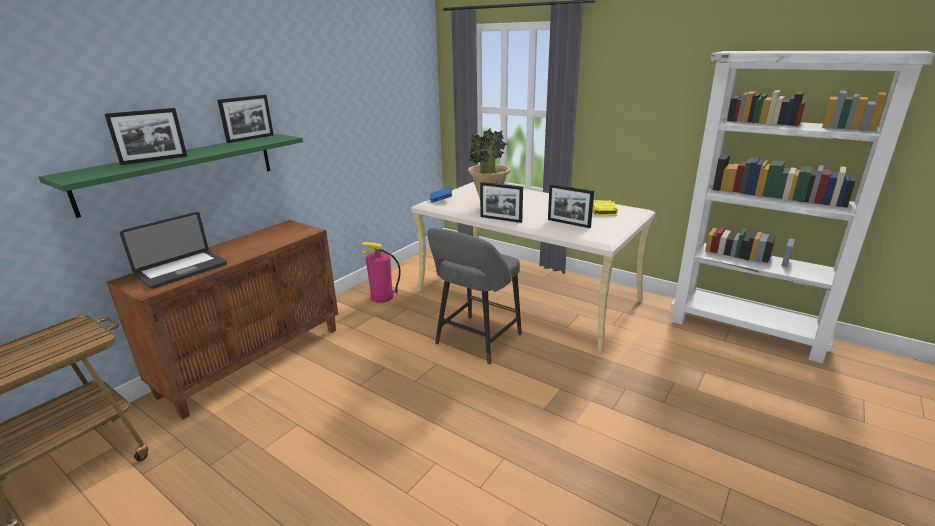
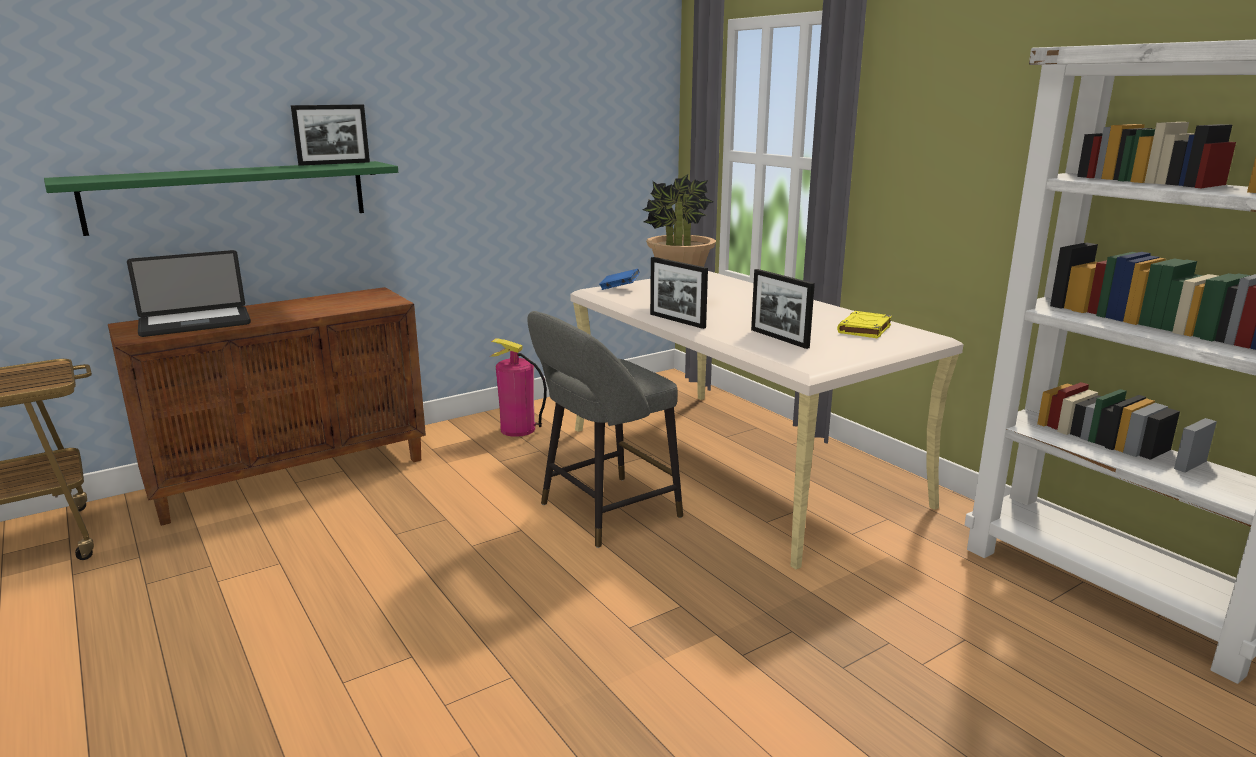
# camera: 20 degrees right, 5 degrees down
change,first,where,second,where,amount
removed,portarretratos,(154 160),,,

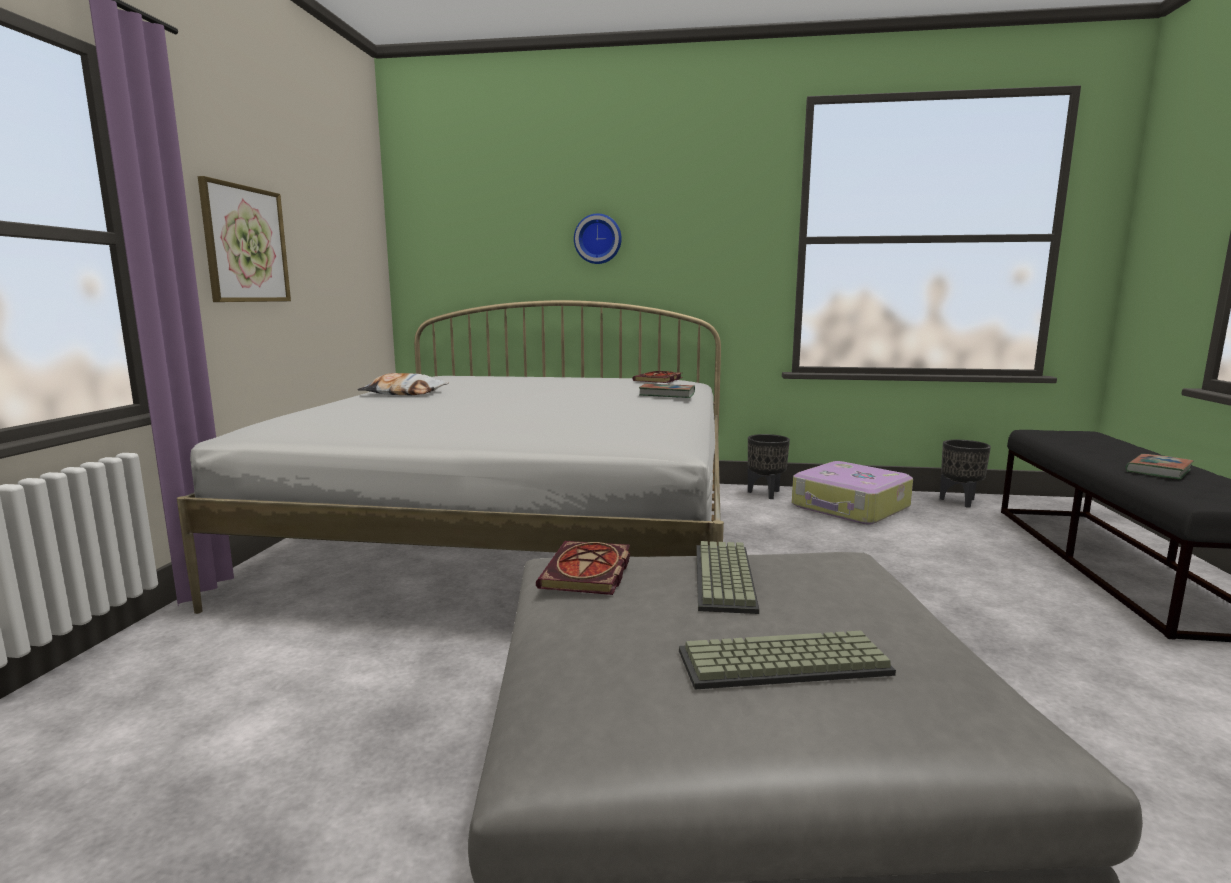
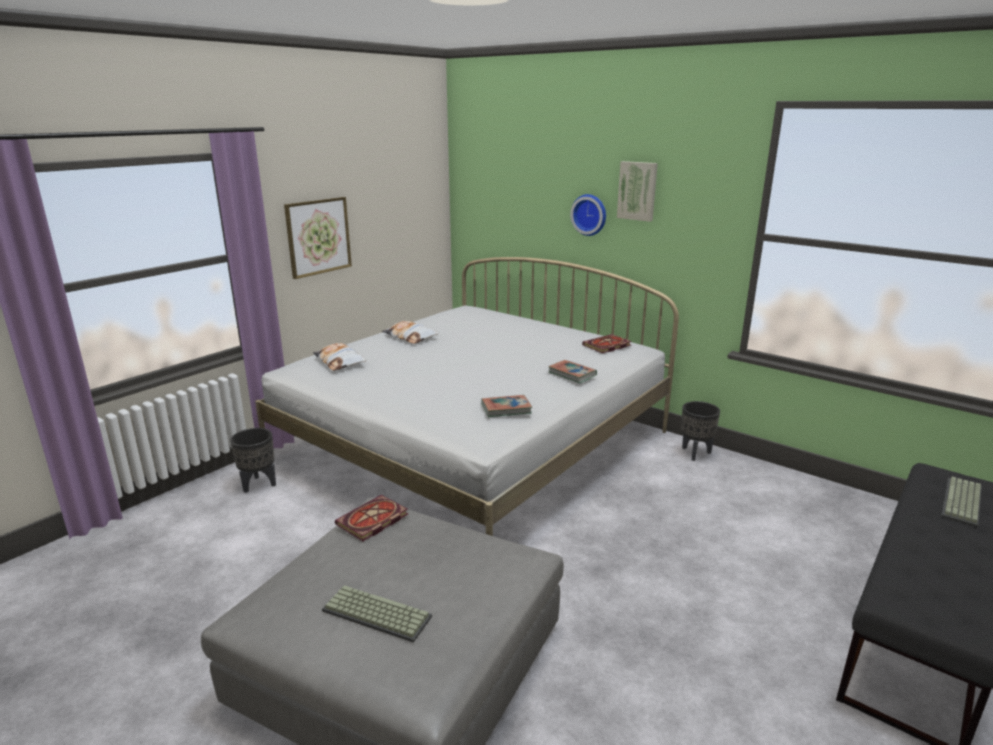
# camera: 30 degrees right, 10 degrees up
change,first,where,second,where,amount
moved,maceta/negro,(960 501),,(259 484),
moved,libro,(1158 471),,(506 409),
removed,maleta,(850 507),,,
moved,teclado,(727 578),,(963 503),
added,,,cuadro,(637 191),
added,,,cojín,(339 361),

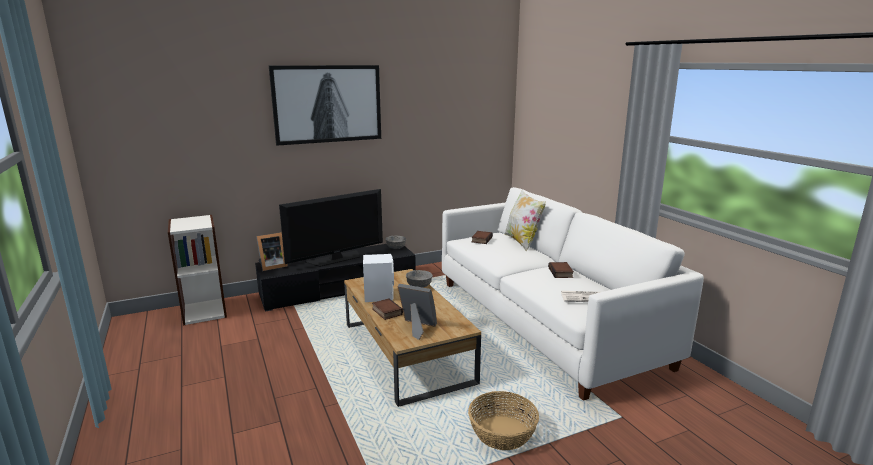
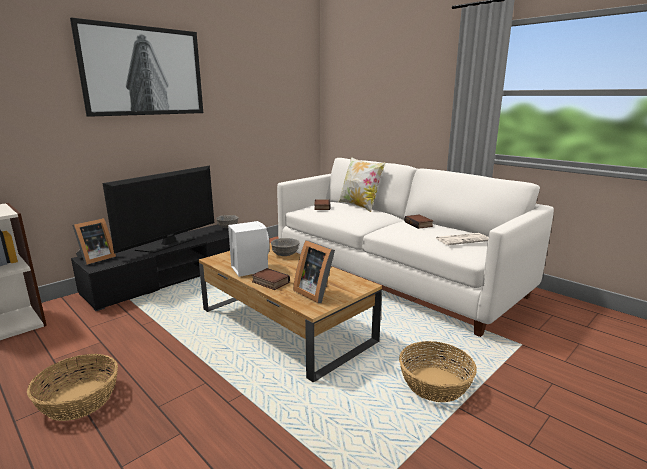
# camera: 20 degrees left, 0 degrees up
change,first,where,second,where,amount
turned,portarretratos,(417 328),,(316 292),135 degrees counterclockwise
added,,,cesta,(78 400),

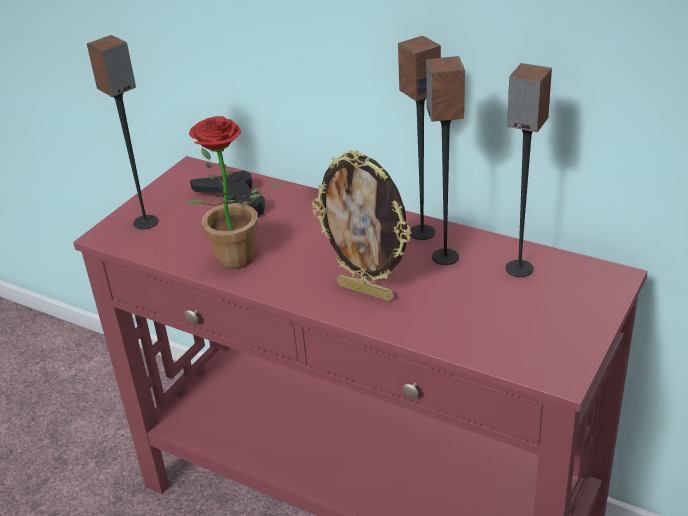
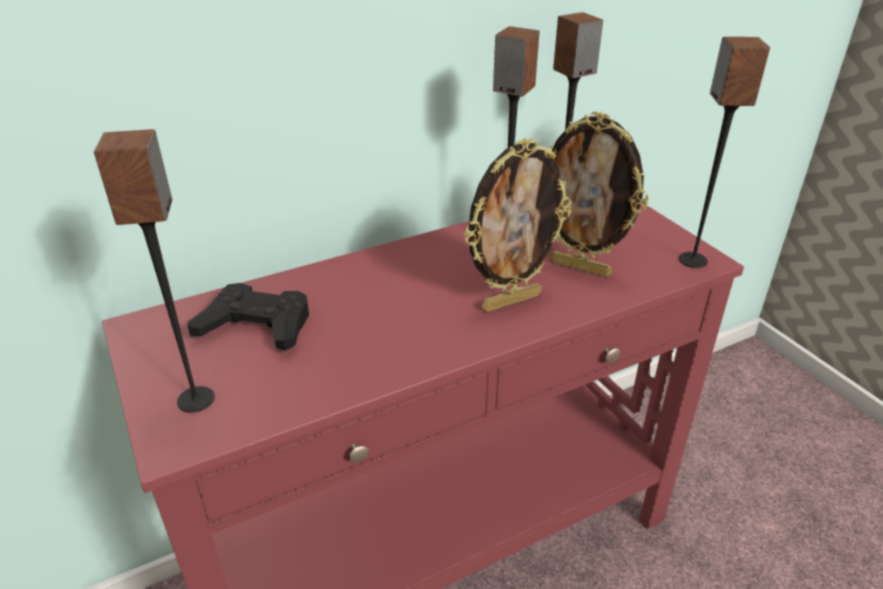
# camera: 60 degrees left, 0 degrees up
change,first,where,second,where,amount
moved,altavoz,(422 232),,(692 260),
removed,planta en maceta,(235 263),,,
added,,,portarretratos,(580 267),

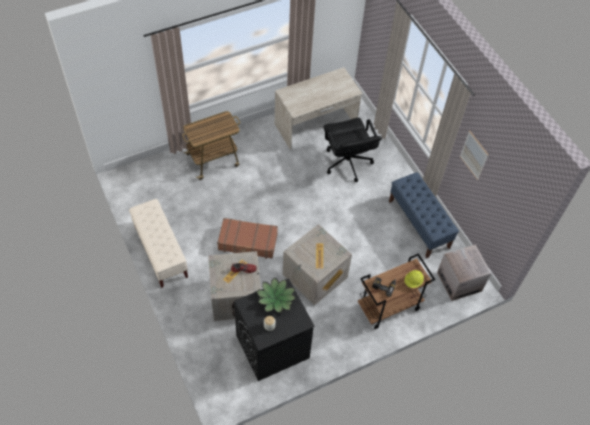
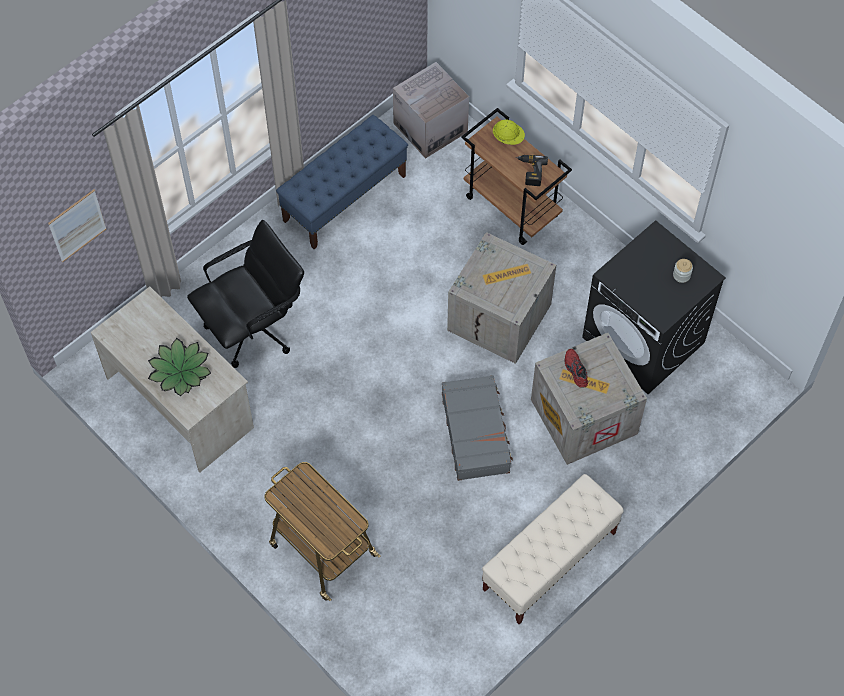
# camera: 105 degrees left, 5 degrees up
change,first,where,second,where,amount
moved,cuadro,(474 155),,(77 225),
recoloured,maleta/marrón,(248 242),maleta/gris,(476 432),
moved,planta en maceta,(276 298),,(180 371),

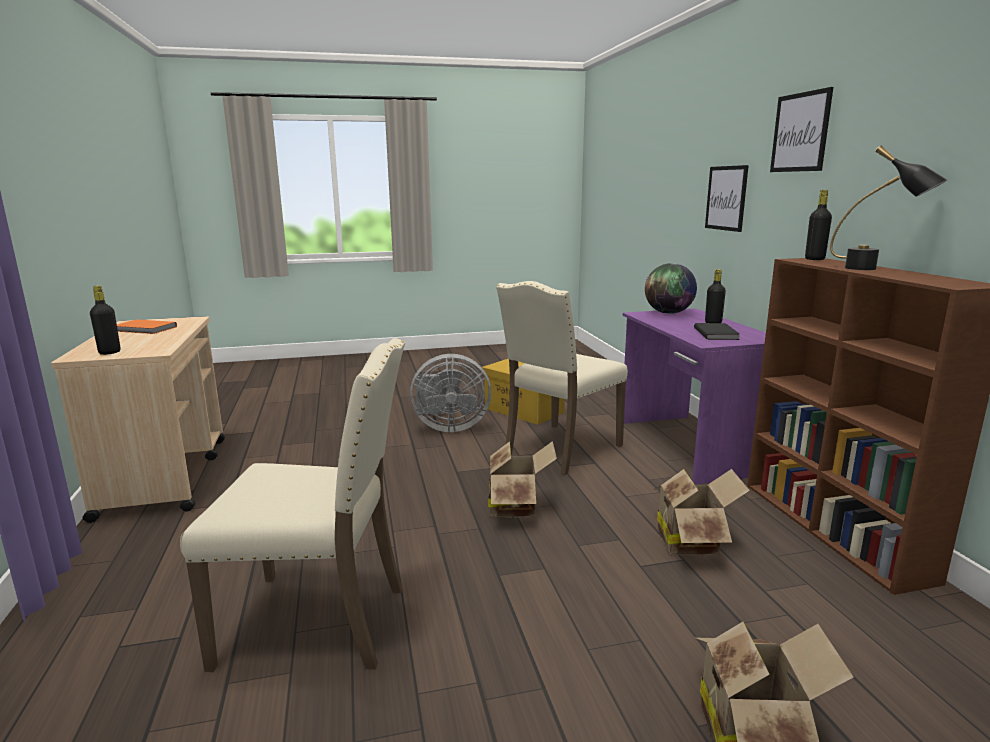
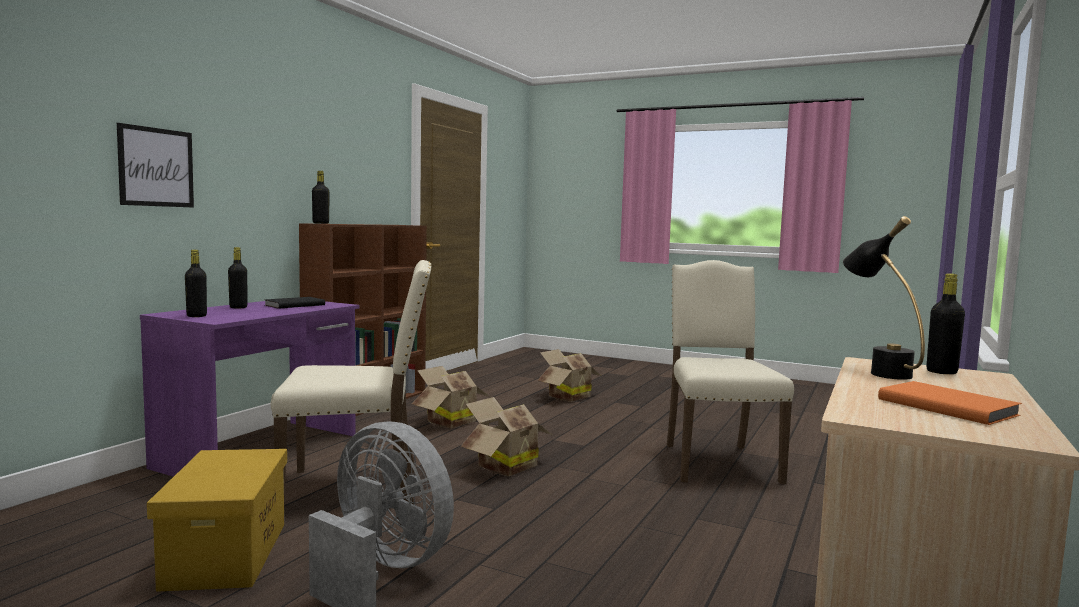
# camera: 140 degrees left, 10 degrees down
change,first,where,second,where,amount
removed,cuadro,(800 132),,,
moved,lámpara de mesa/negro,(876 269),,(879 371),
replaced,globo terráqueo,(668 313),botella/negro,(196 316),
turned,silla/beis,(319 622),,(717 461),45 degrees clockwise

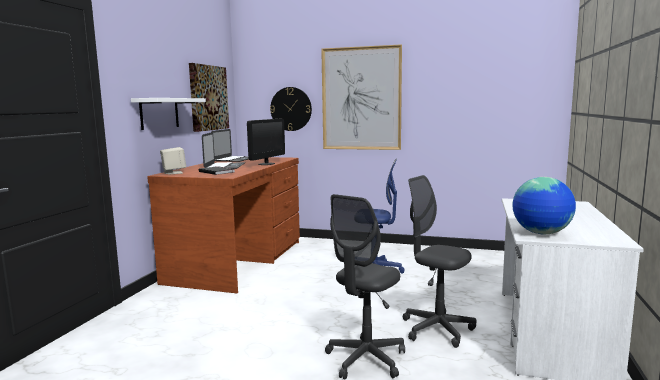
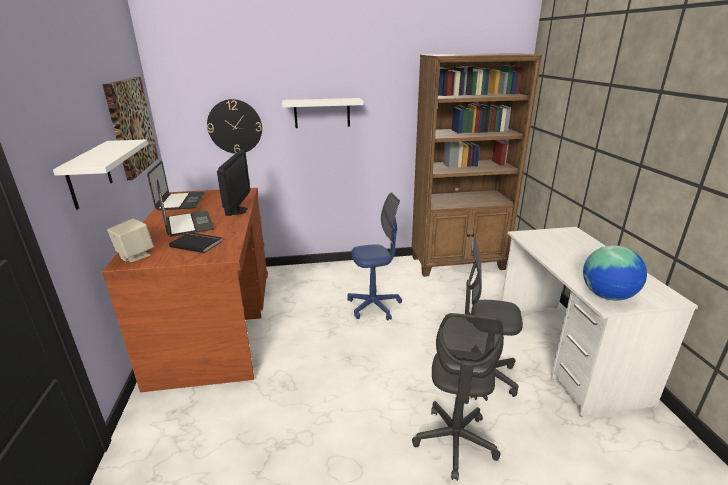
# camera: 25 degrees left, 15 degrees up
change,first,where,second,where,amount
replaced,cuadro,(361 99),estante/blanco,(322 113),
added,,,estantería/marrón,(458 263),

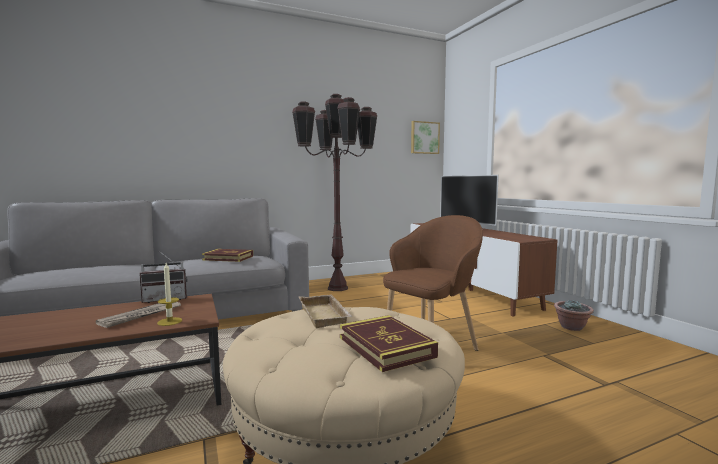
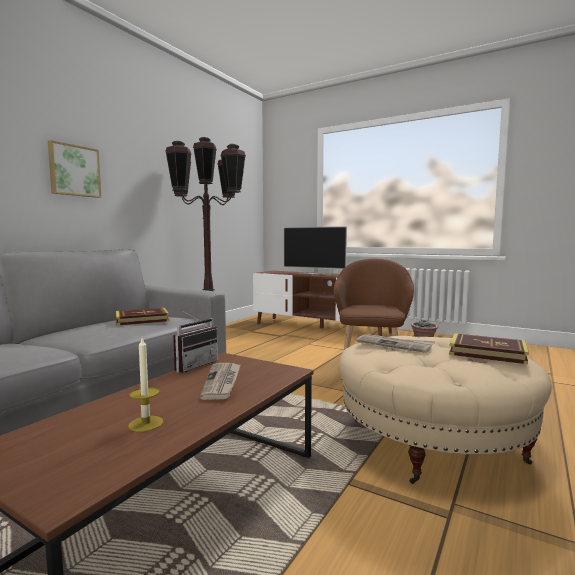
# camera: 35 degrees left, 0 degrees up
change,first,where,second,where,amount
moved,cuadro,(424 138),,(74 171),
moved,vela,(169 321),,(146 423),
replaced,bandeja/beis,(326 315),periódico,(394 345),

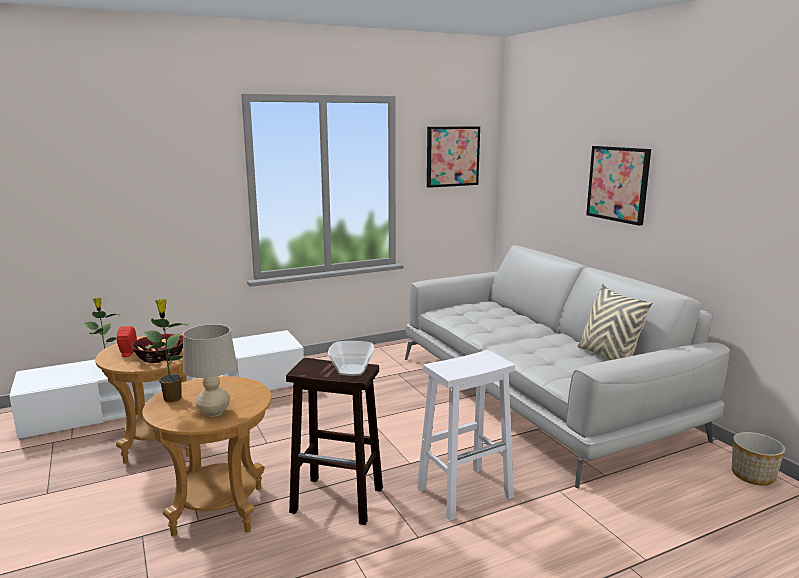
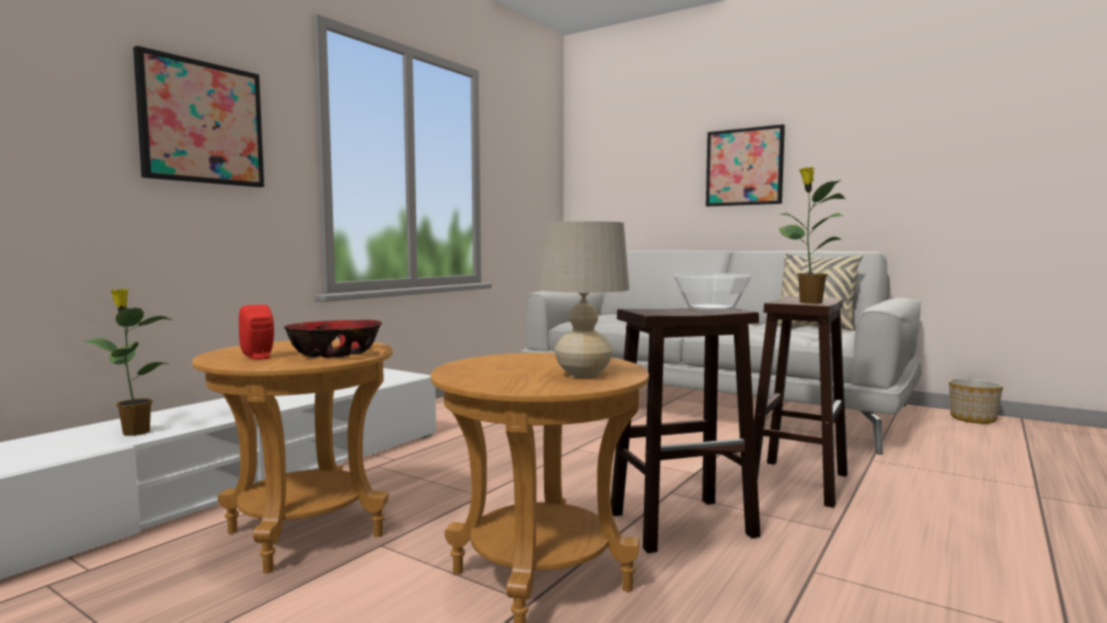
# camera: 30 degrees left, 10 degrees down
change,first,where,second,where,amount
moved,cuadro,(452 156),,(201 123),
moved,planta en maceta,(172 398),,(809 302),
recoloured,taburete/blanco,(465 492),taburete/marrón,(798 481),

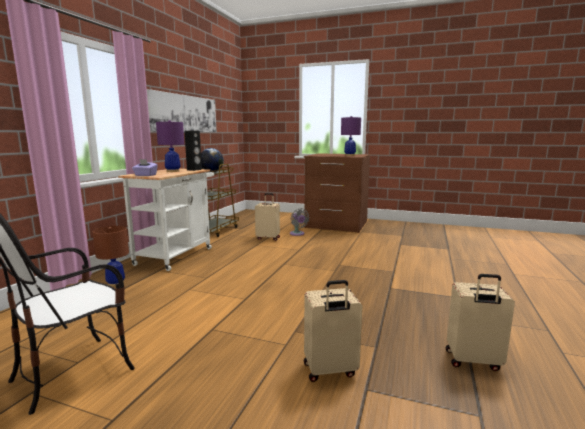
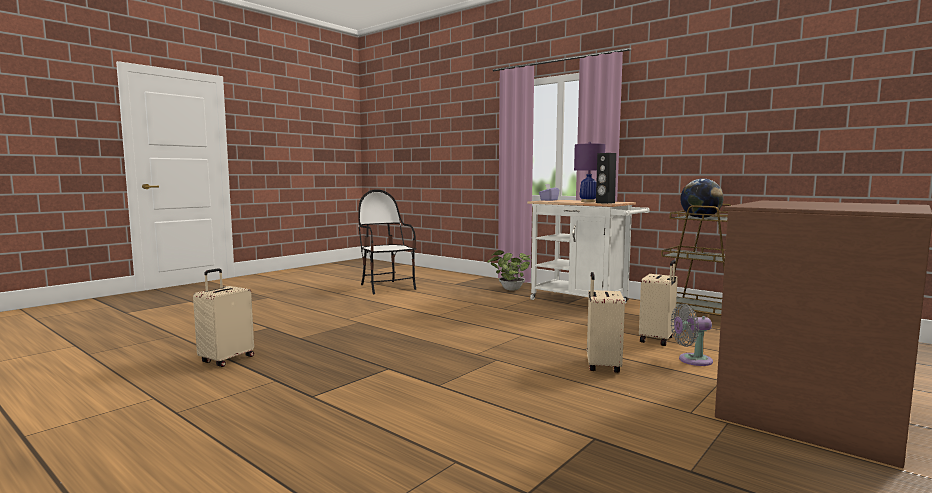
# camera: 110 degrees right, 5 degrees down
change,first,where,second,where,amount
removed,cuadro,(185 113),,,
removed,lámpara de mesa/morado,(349 155),,,
replaced,lámpara de mesa/marrón,(116 283),planta en maceta,(509 289),
moved,maleta/beis,(330 370),,(601 366),

